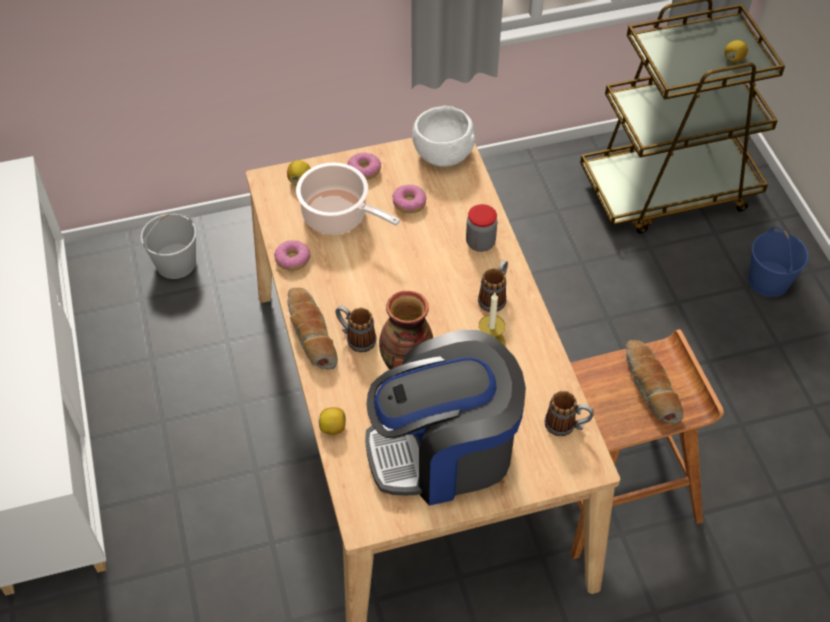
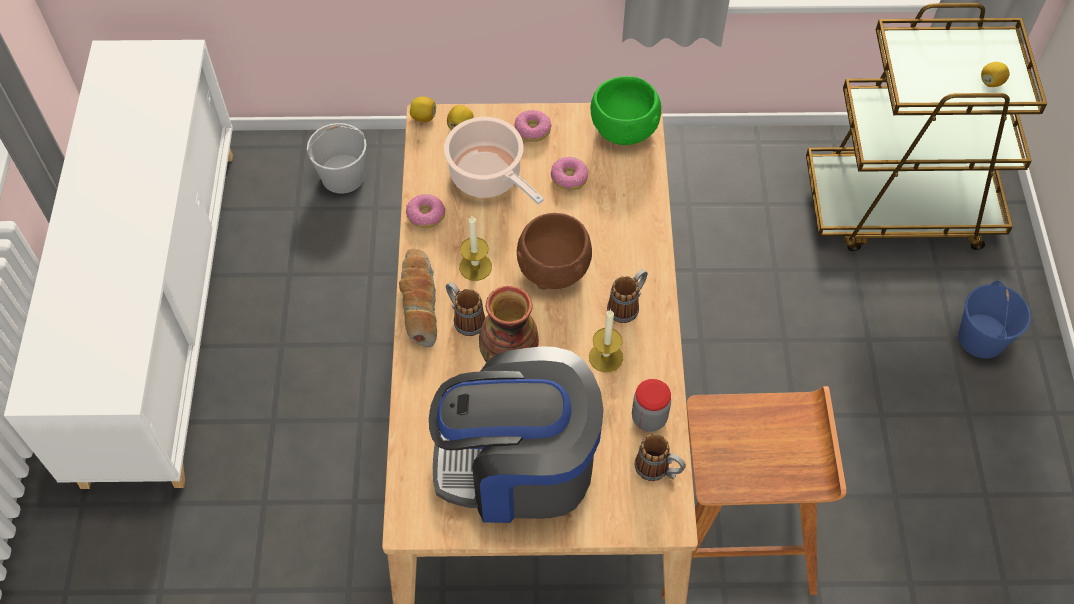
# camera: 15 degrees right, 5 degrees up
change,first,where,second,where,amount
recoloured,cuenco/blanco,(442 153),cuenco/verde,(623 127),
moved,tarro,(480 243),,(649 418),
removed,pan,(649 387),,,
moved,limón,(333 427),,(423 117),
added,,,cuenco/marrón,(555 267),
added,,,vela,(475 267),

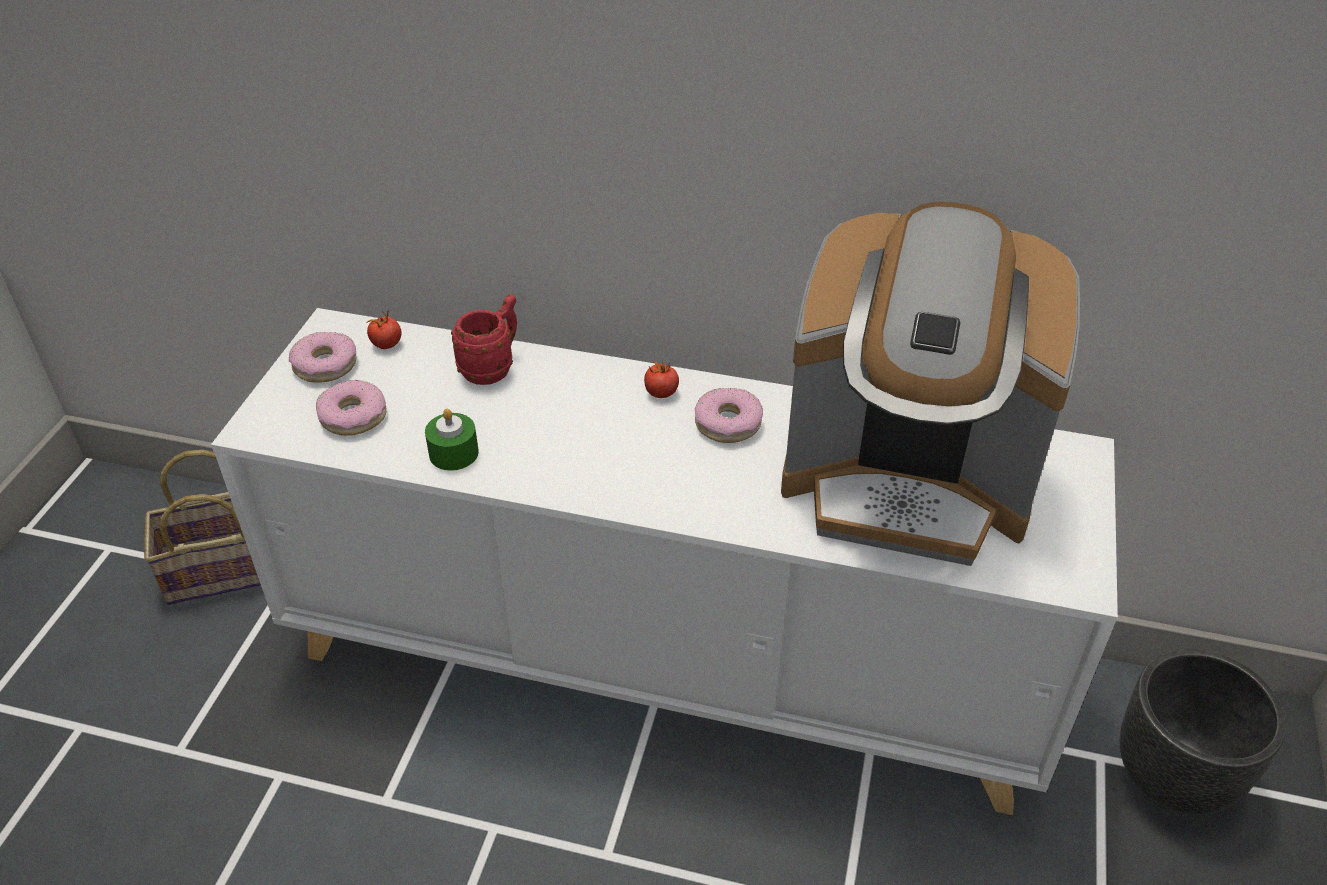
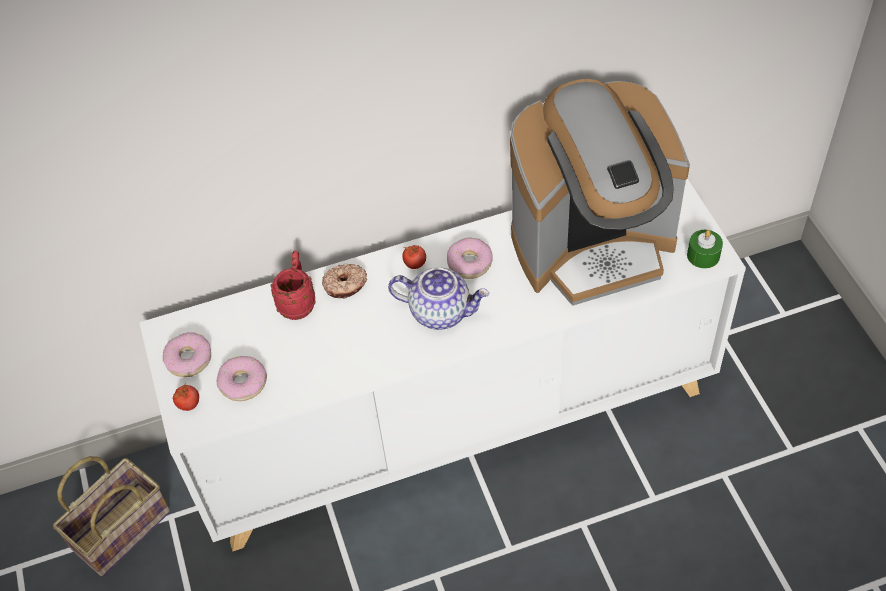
# camera: 30 degrees left, 10 degrees up
change,first,where,second,where,amount
moved,tomate,(386 344),,(188 404),
moved,vela/verde,(453 453),,(703 255),
removed,maceta/negro,(1169 777),,,
added,,,rosquilla,(345 285),
added,,,tetera,(441 311),

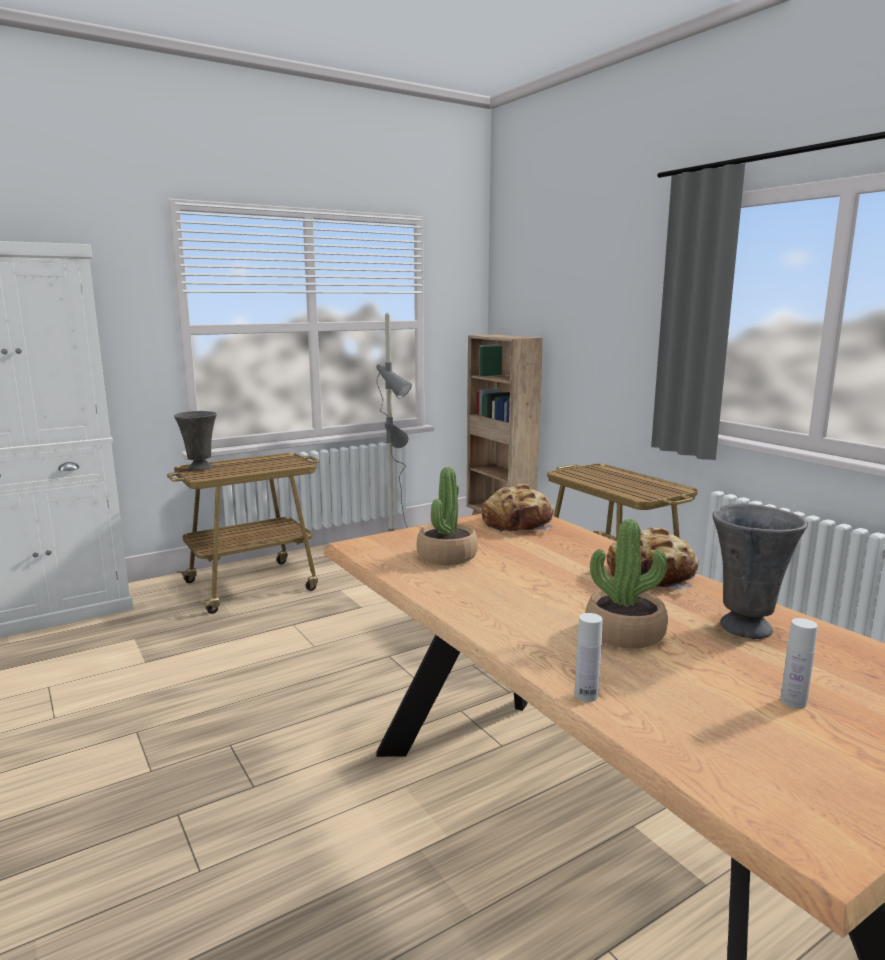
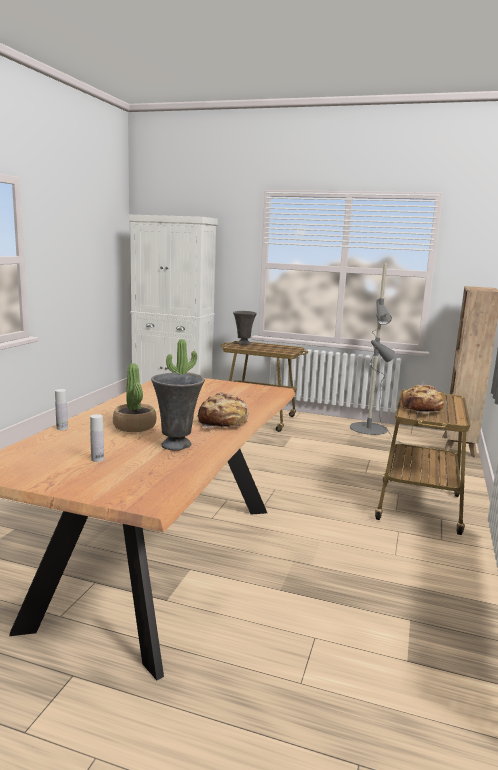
# camera: 50 degrees right, 0 degrees up
change,first,where,second,where,amount
moved,pan,(518 523),,(422 409),

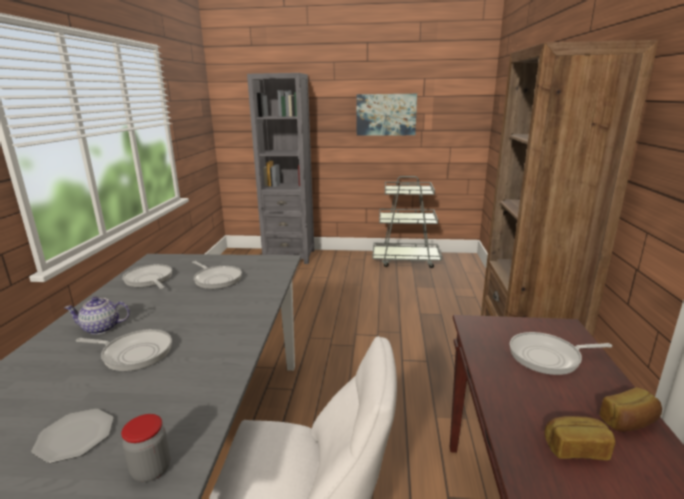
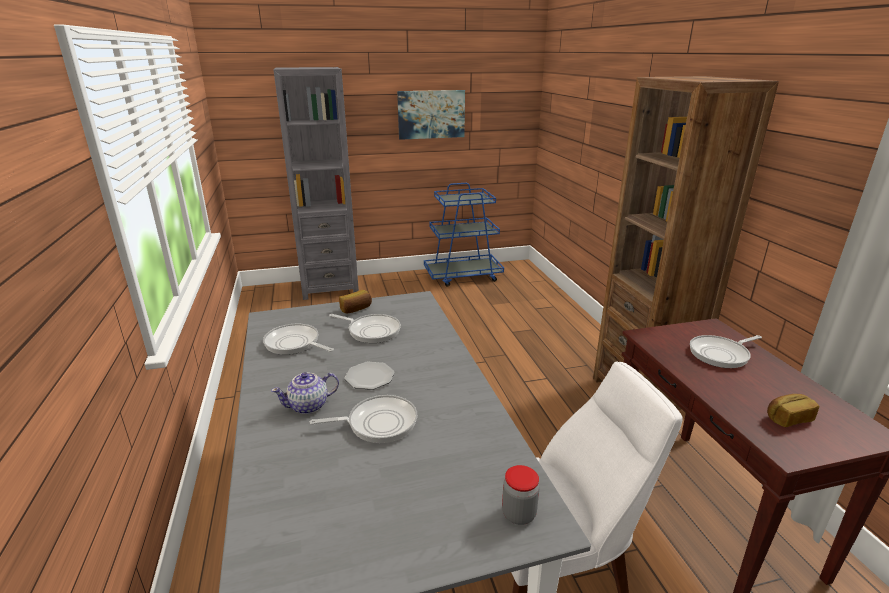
# camera: 20 degrees left, 5 degrees up
change,first,where,second,where,amount
recoloured,carrito/gris,(406 260),carrito/azul,(463 276),
moved,pan,(629 422),,(356 309),
moved,plato,(75 436),,(369 377),

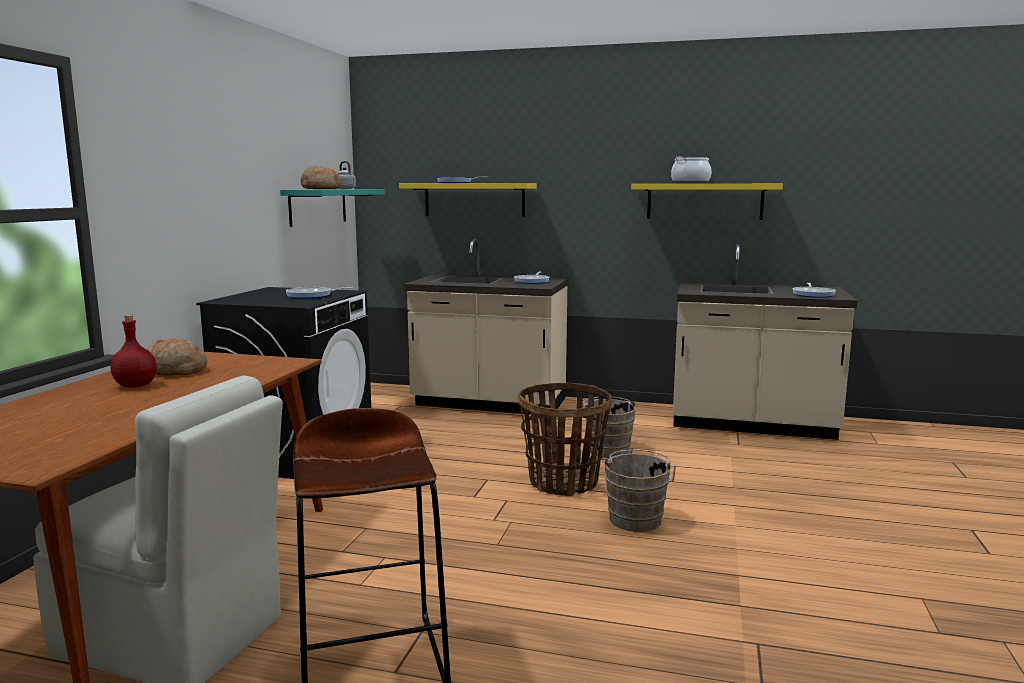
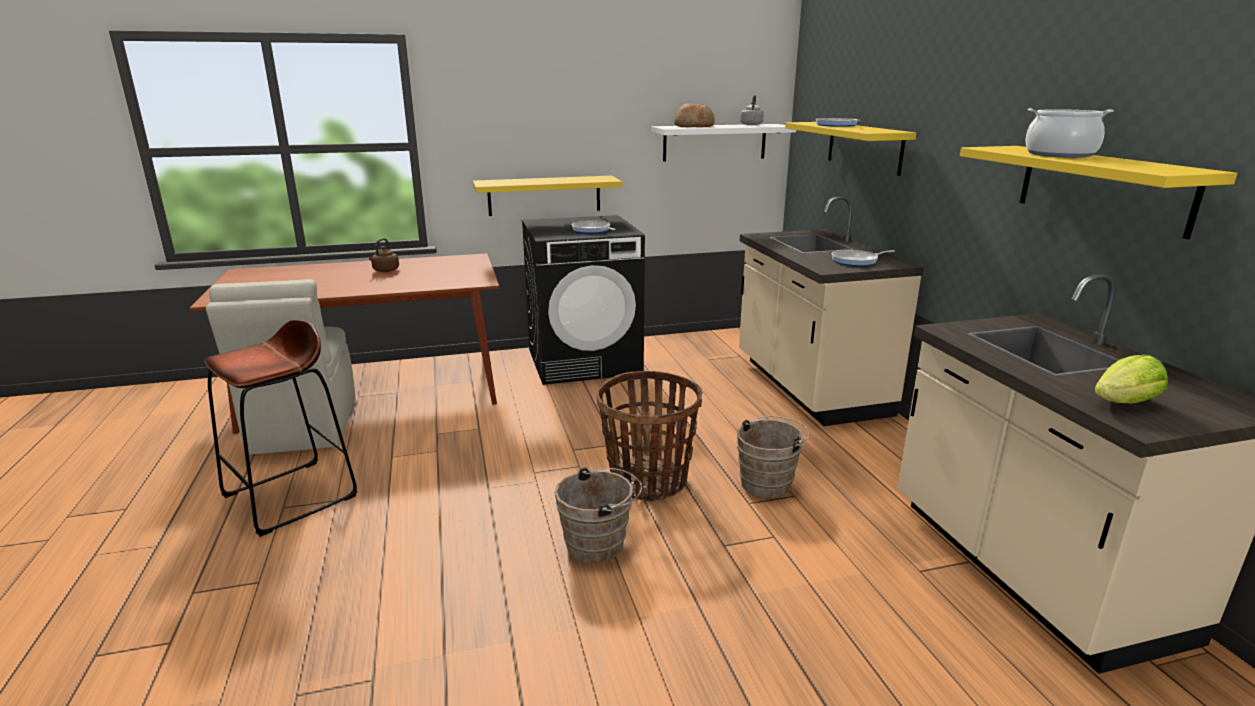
# camera: 60 degrees right, 10 degrees up
change,first,where,second,where,amount
recoloured,estante/turquesa,(318 206),estante/blanco,(714 142),
replaced,sartén,(813 294),lechuga,(1124 403),
replaced,botella/rojo,(136 385),hervidor/marrón,(385 271),
removed,pan,(174 371),,,
added,,,estante/amarillo,(544 195),

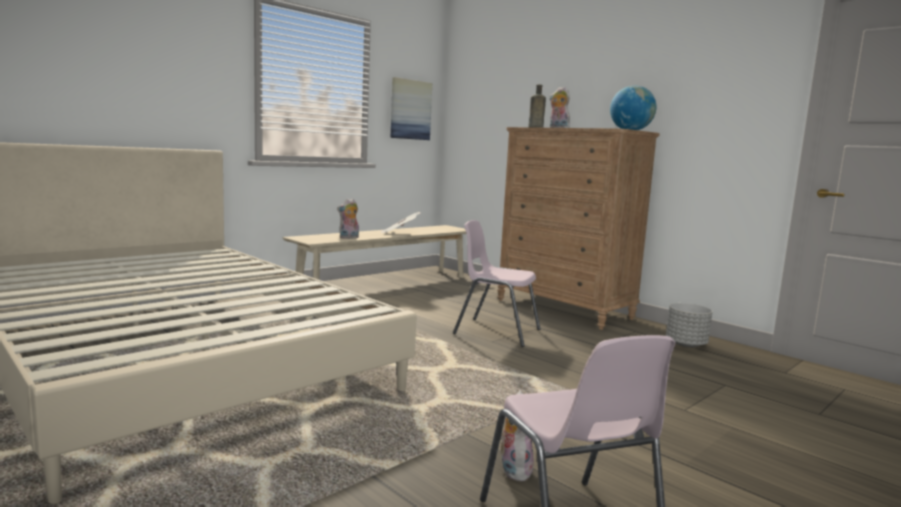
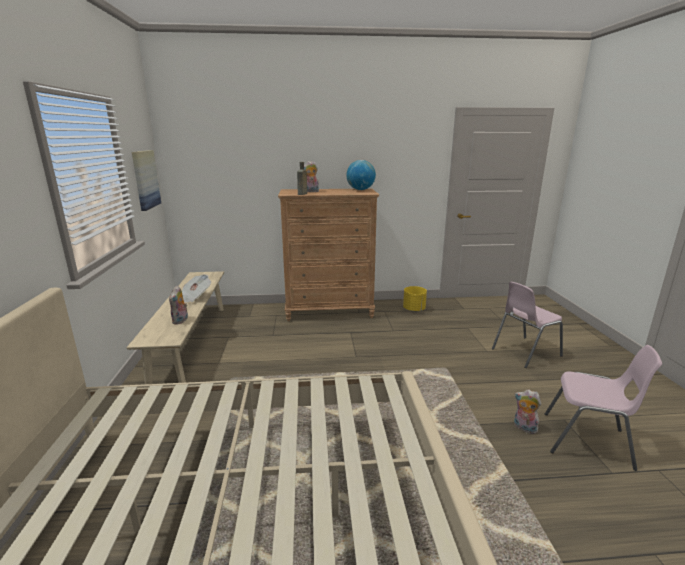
# camera: 50 degrees left, 10 degrees up
change,first,where,second,where,amount
moved,silla/rosa,(496 331),,(524 352),
recoloured,maceta/gris,(686 344),maceta/amarillo,(414 309),

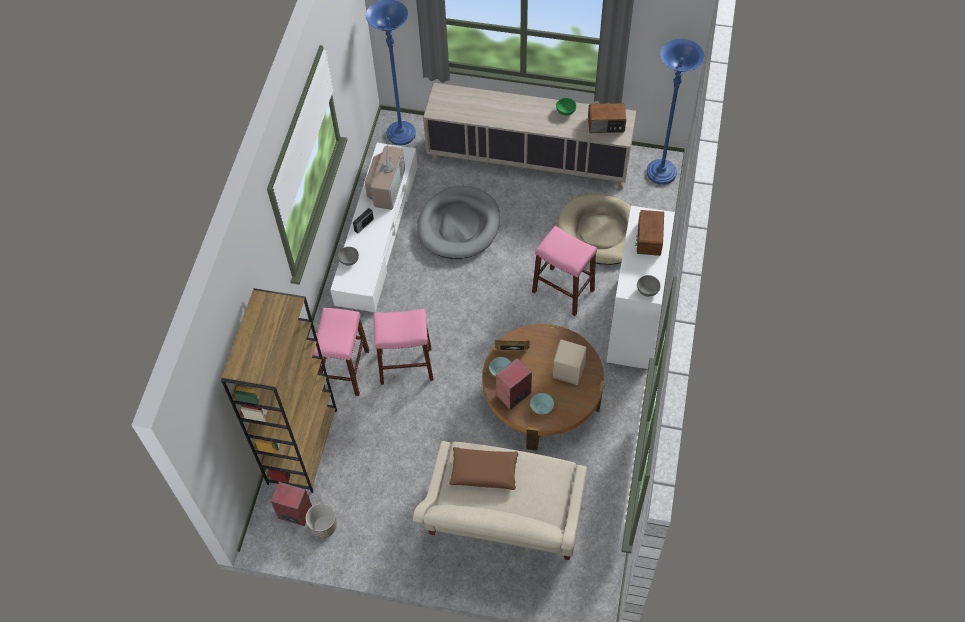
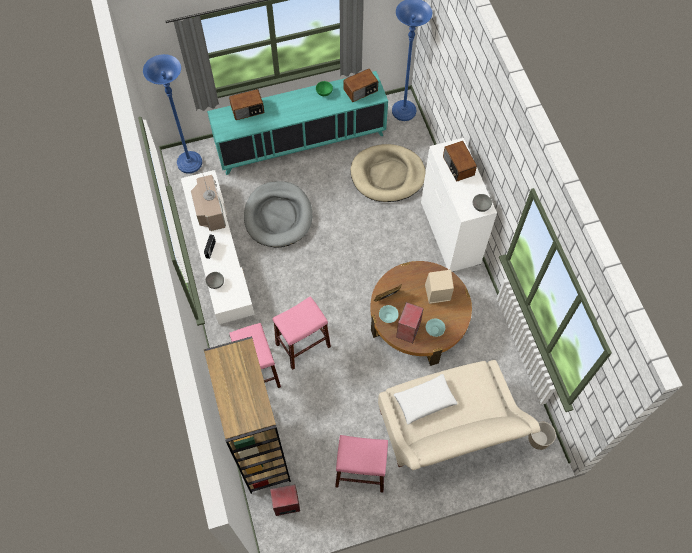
# camera: 30 degrees left, 5 degrees up
change,first,where,second,where,amount
recoloured,armario/beis,(528 160),armario/turquesa,(301 142),
moved,taburete/rosa,(563 291),,(361 472),
recoloured,cojín/marrón,(484 471),cojín/blanco,(424 401),
moved,maceta,(323 526),,(538 439),
added,,,radio,(248 110),

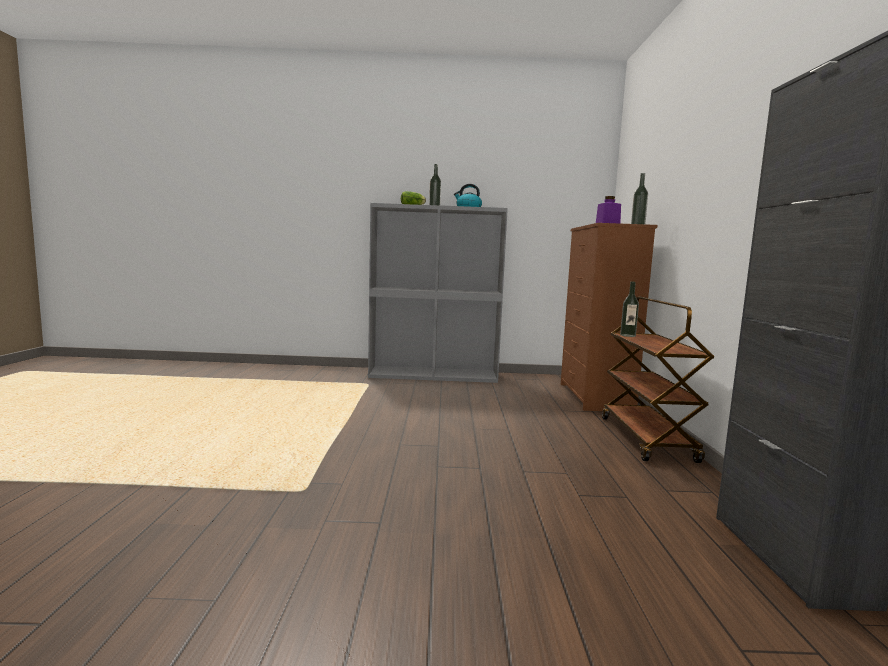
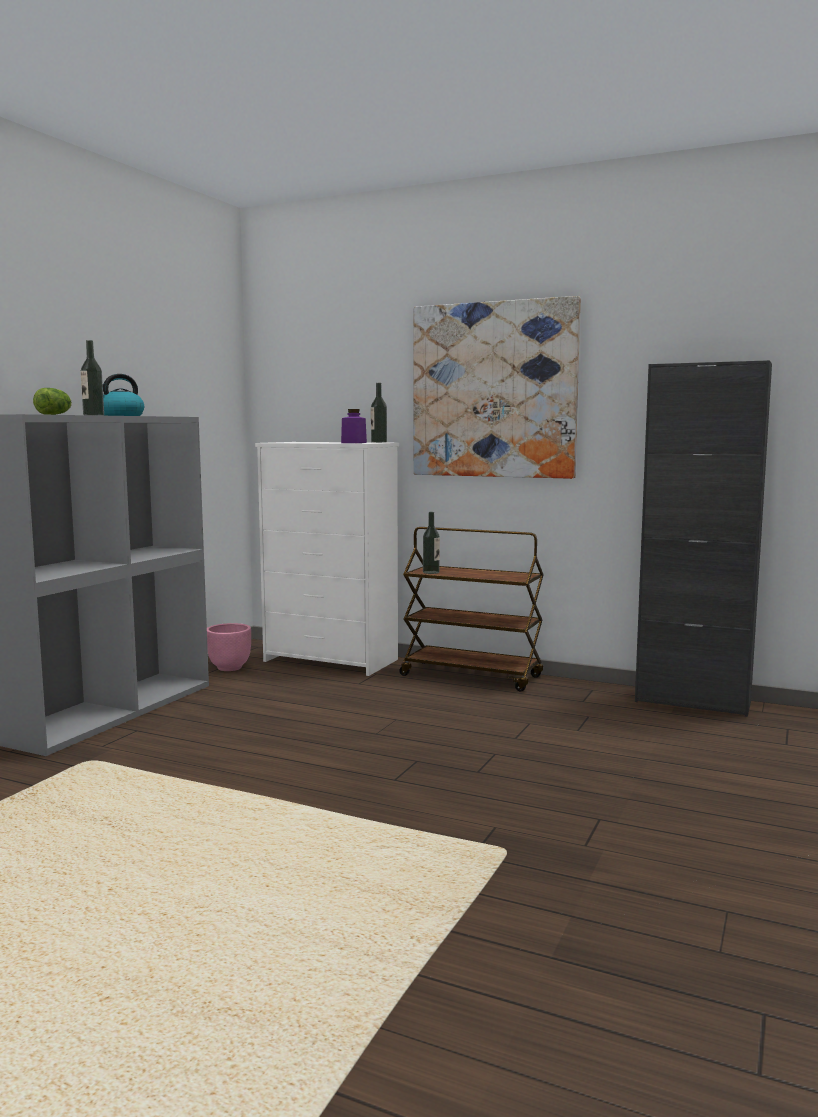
# camera: 65 degrees left, 0 degrees up
change,first,where,second,where,amount
recoloured,cómoda/marrón,(594 397),cómoda/blanco,(331 661),
added,,,cuadro,(494 390),
added,,,maceta/rosa,(229 668),

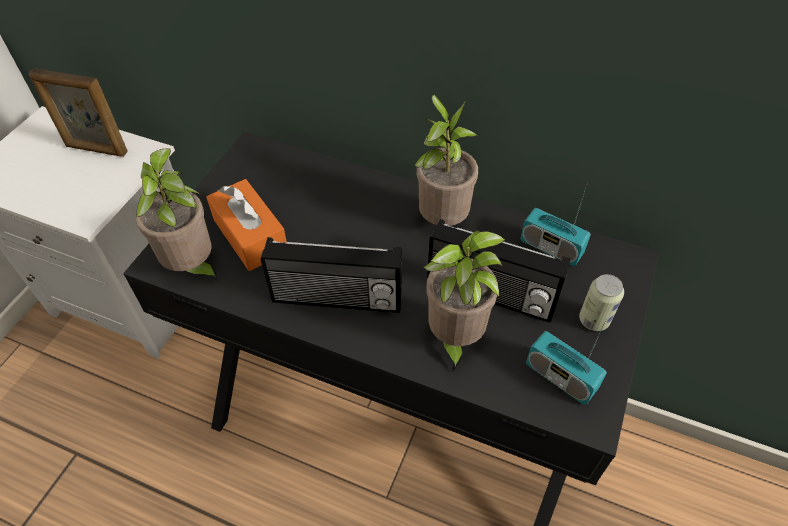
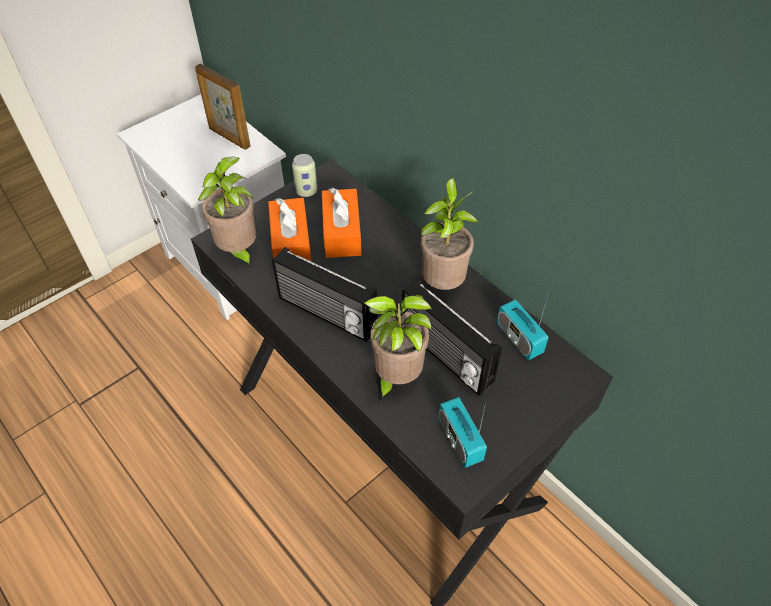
# camera: 25 degrees right, 0 degrees up
change,first,where,second,where,amount
moved,lata,(594 320),,(306 191),
added,,,caja de pañuelos/naranja,(342 233),

